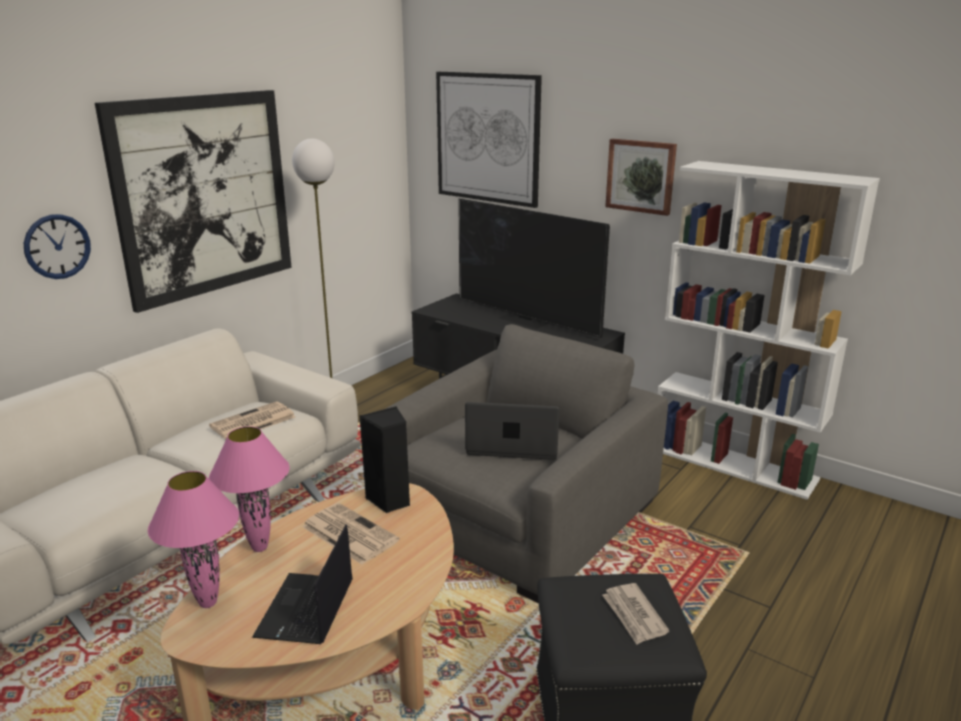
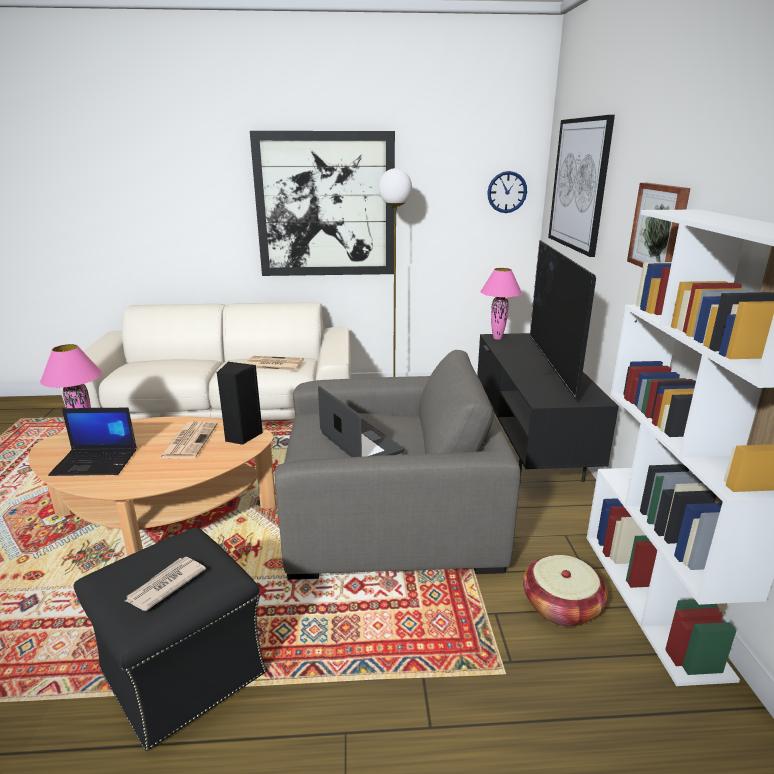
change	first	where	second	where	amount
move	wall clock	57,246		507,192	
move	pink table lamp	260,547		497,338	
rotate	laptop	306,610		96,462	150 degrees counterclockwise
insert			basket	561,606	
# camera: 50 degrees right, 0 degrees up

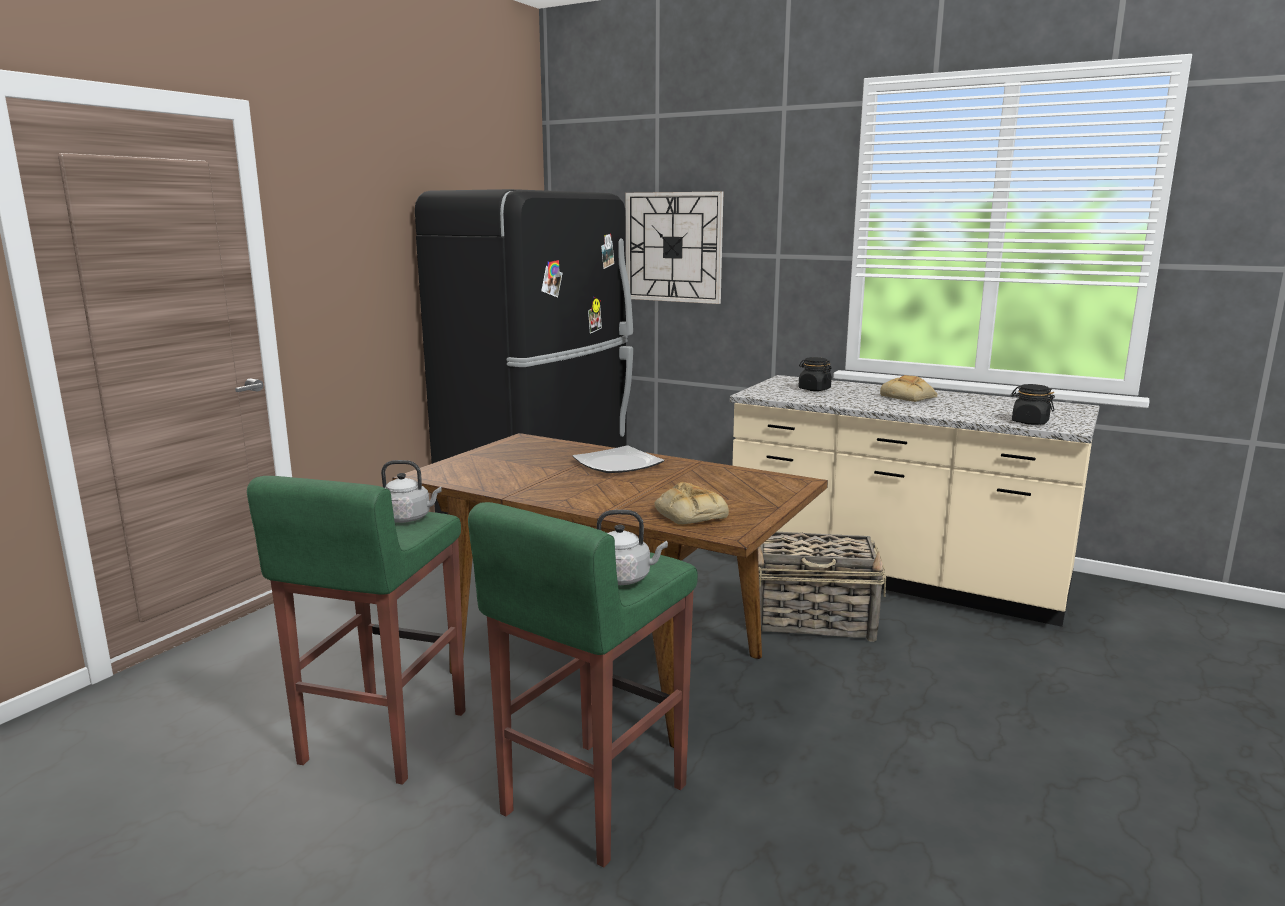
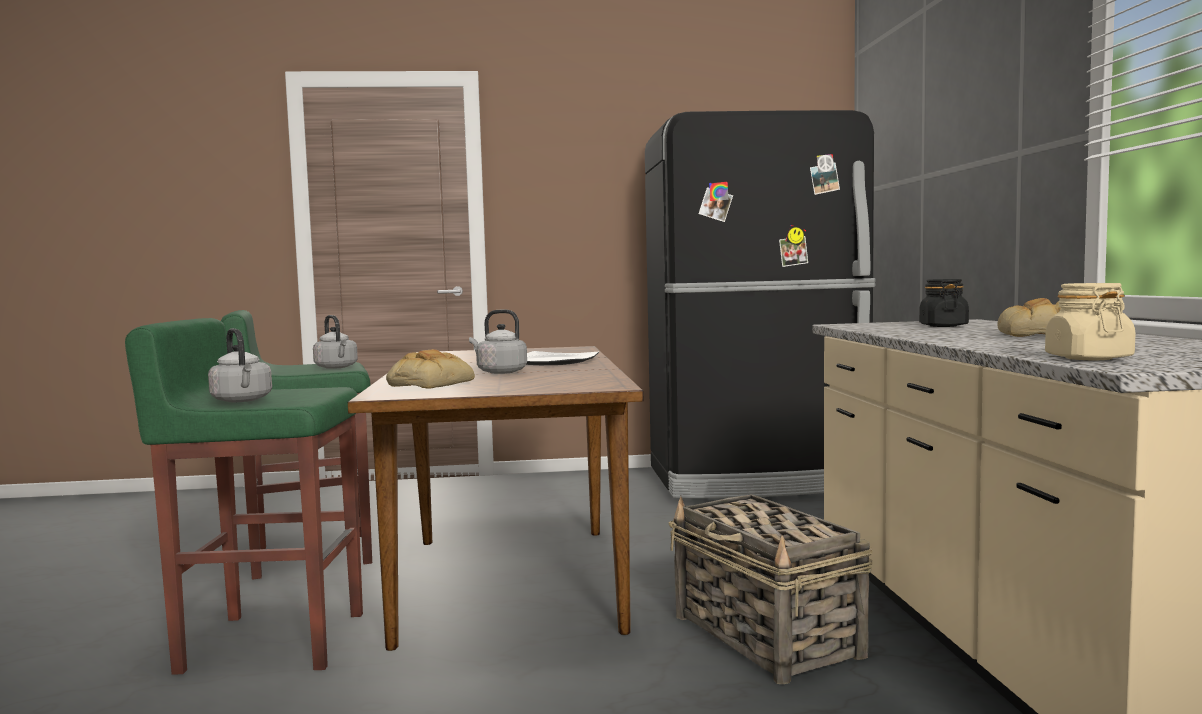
change	first	where	second	where	amount
delete	wall clock	673,247			
recolor	black jar	1029,422	beige jar	1087,358	
insert			grey kettle	499,372	
# camera: 55 degrees right, 10 degrees down

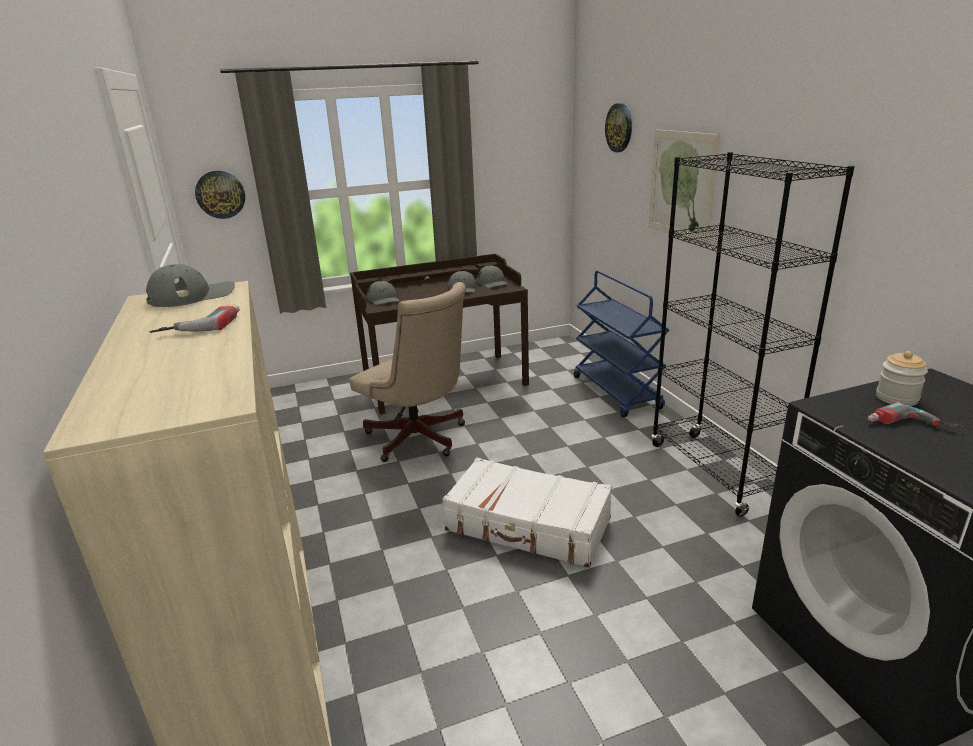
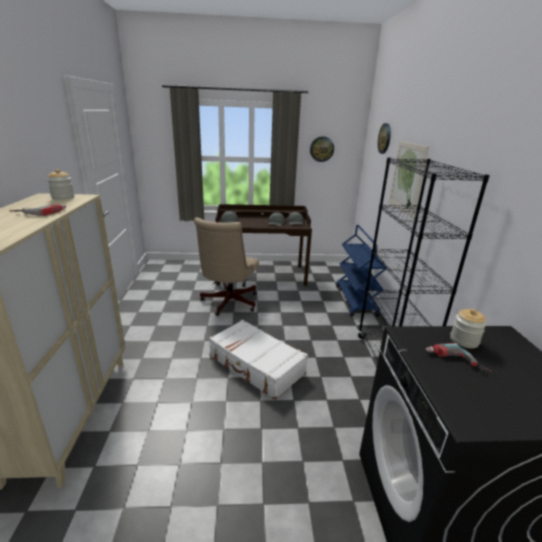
change	first	where	second	where	amount
replace	grey cap	192,295	jar	63,197	
move	wall clock	220,194		321,149	
rotate	beige office chair	419,440		228,303	45 degrees clockwise
# camera: 15 degrees right, 0 degrees up

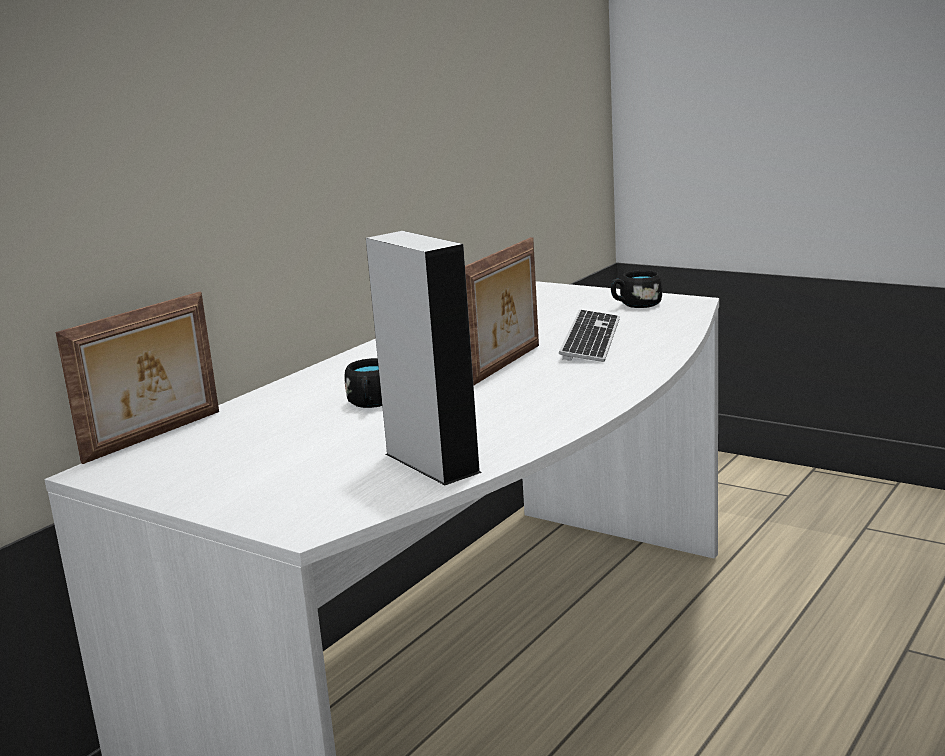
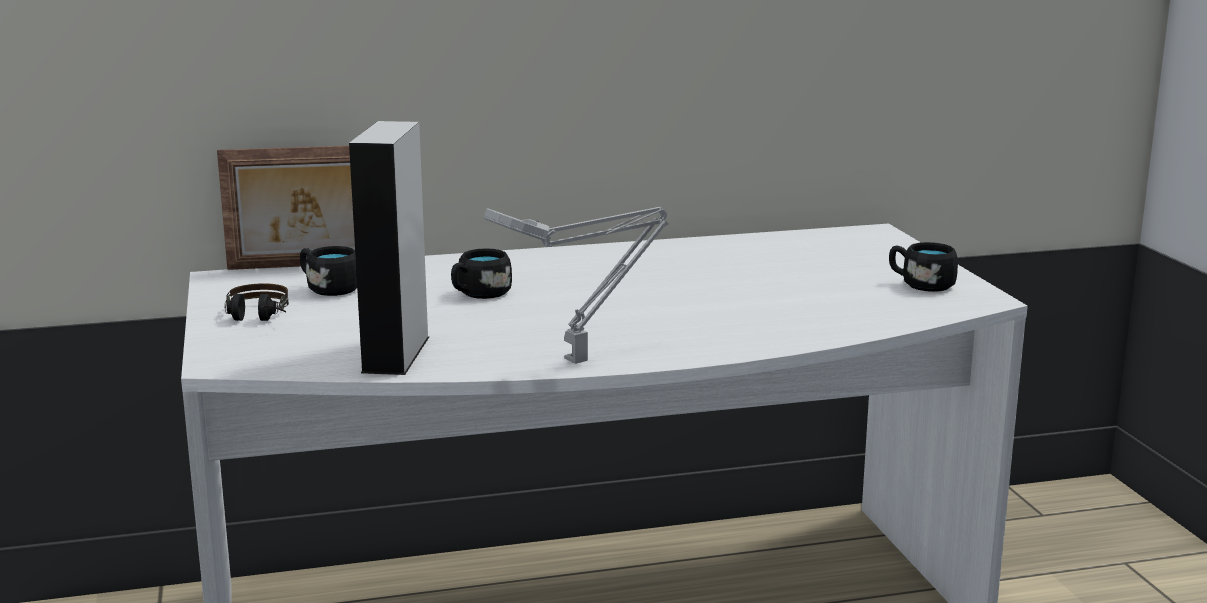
change	first	where	second	where	amount
delete	picture frame	507,366			
delete	keyboard	591,339			
insert			headphones	257,319	
insert			black mug	328,288	
insert			grey table lamp	581,360	
# camera: 40 degrees right, 0 degrees up

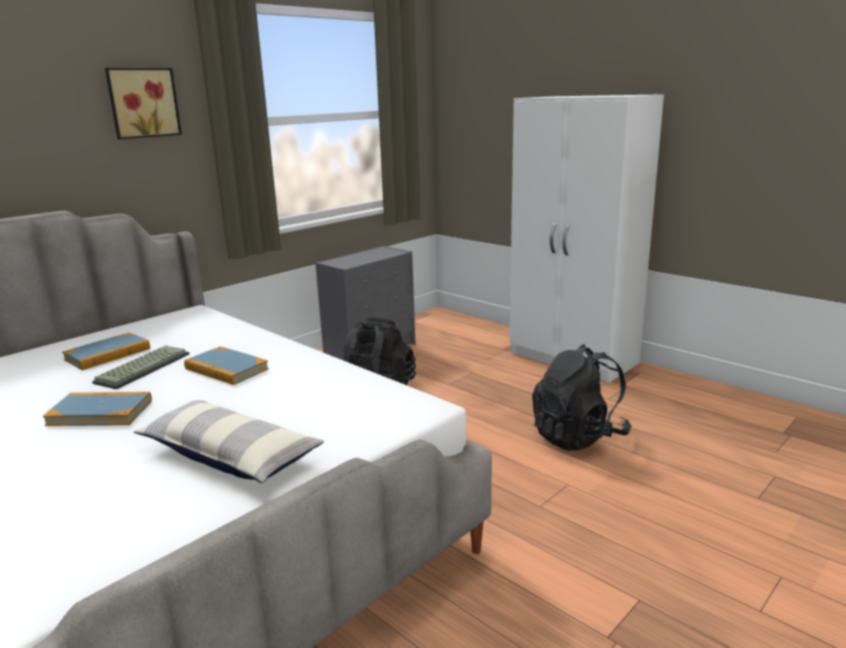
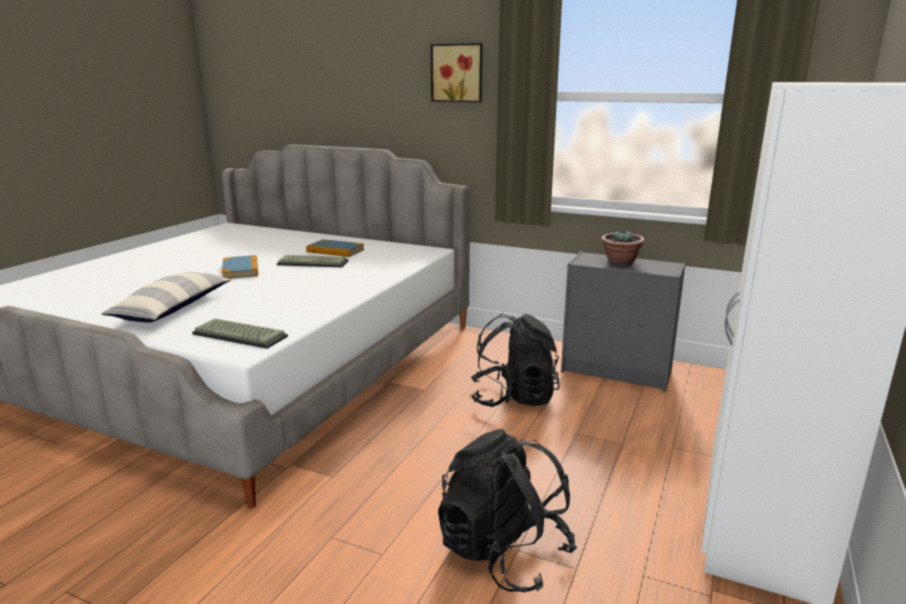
change	first	where	second	where	amount
delete	book	226,369			
insert			keyboard	242,335	
insert			potted plant	620,263	
# camera: 70 degrees right, 0 degrees up

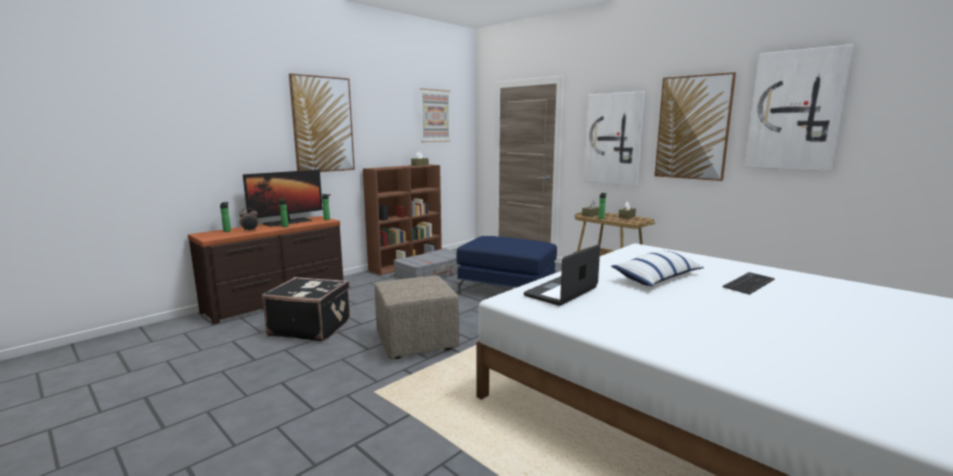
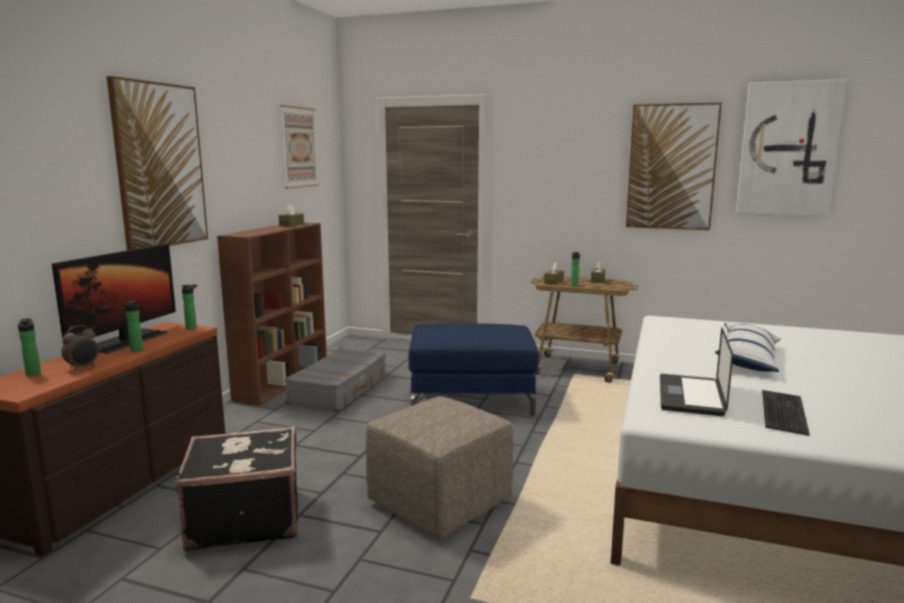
change	first	where	second	where	amount
delete	picture	613,139			
move	keyboard	749,283		784,412	
# camera: 25 degrees left, 0 degrees up

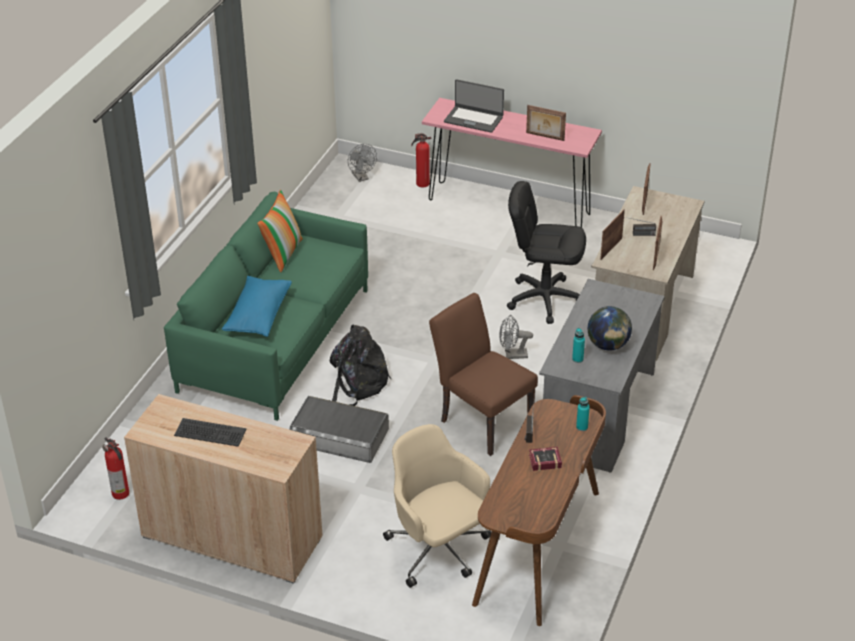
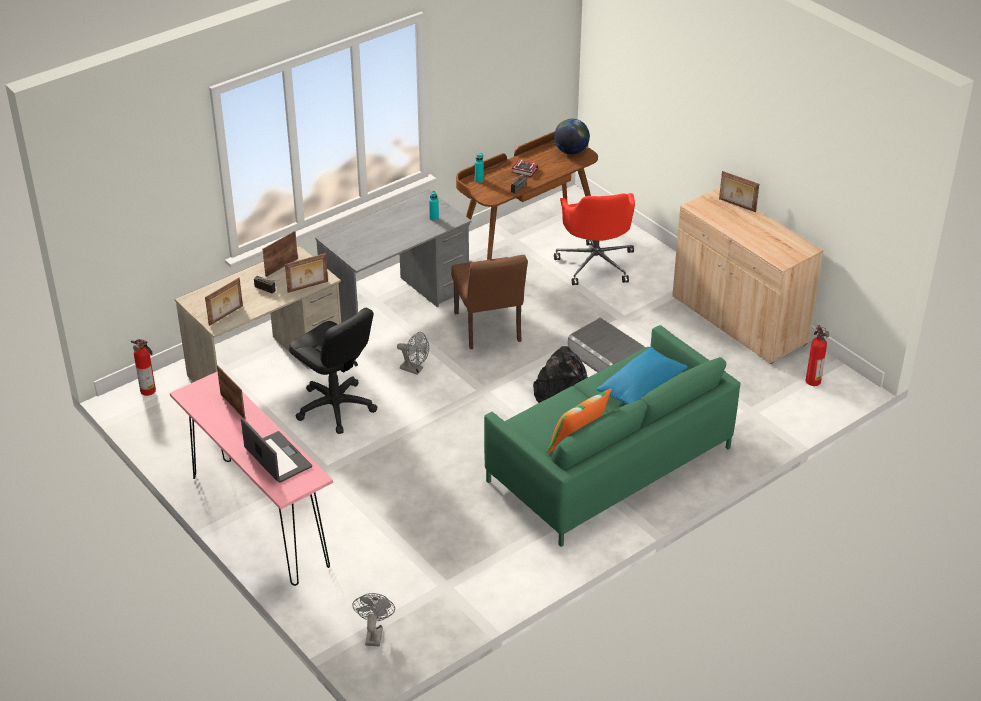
change	first	where	second	where	amount
delete	keyboard	210,433			
recolor	beige office chair	438,550	red office chair	595,263	
move	fire extinguisher	421,183		149,391	
move	globe	608,345		571,152	
insert			picture frame	737,205	
# camera: 150 degrees left, 0 degrees up

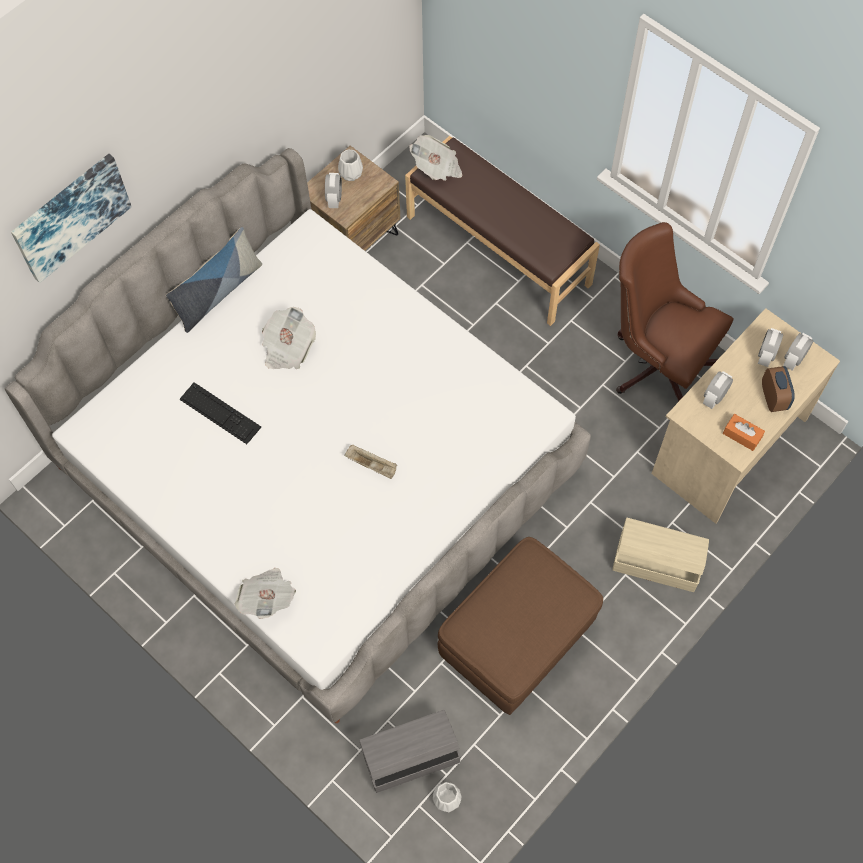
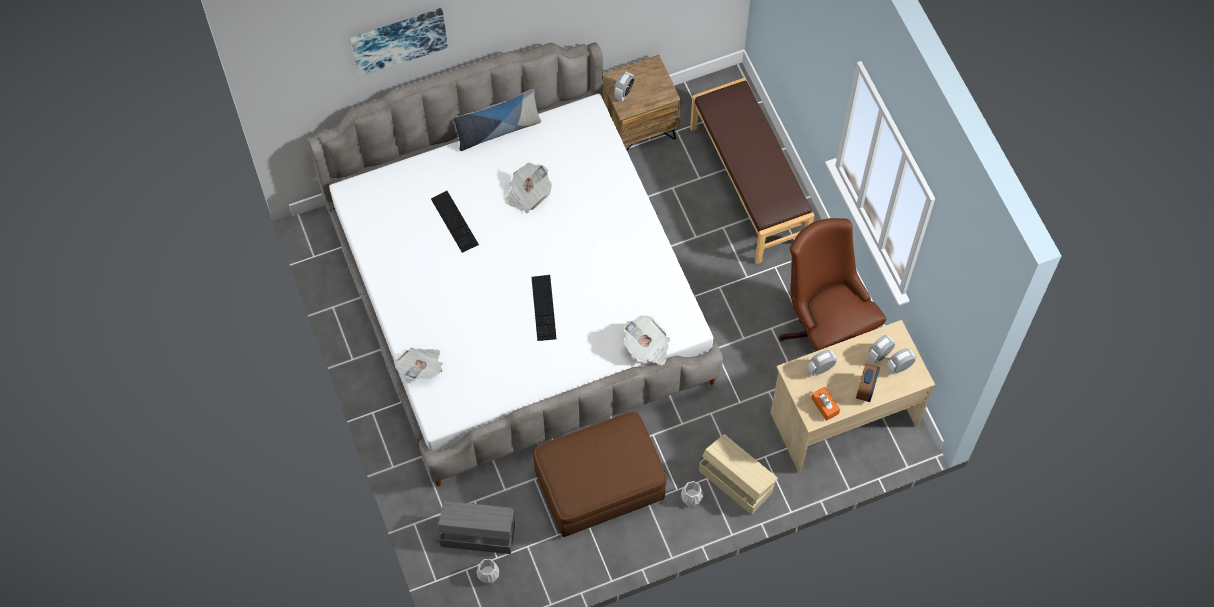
change	first	where	second	where	amount
move	white vase	351,173		691,497	
replace	beige tray	372,465	keyboard	543,307	
move	newspaper	437,168		647,347	
# camera: 25 degrees right, 0 degrees up

